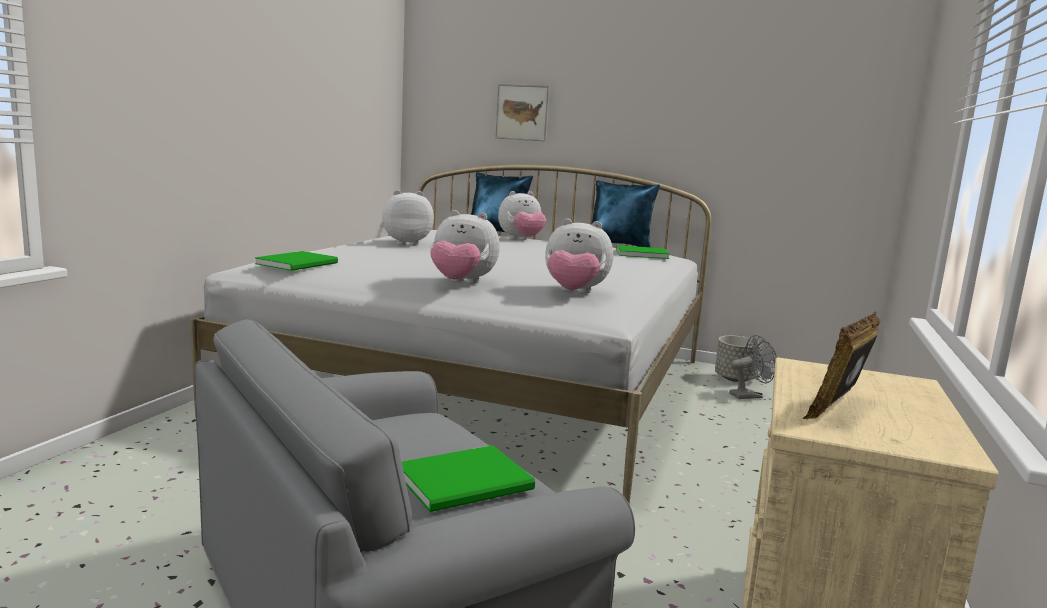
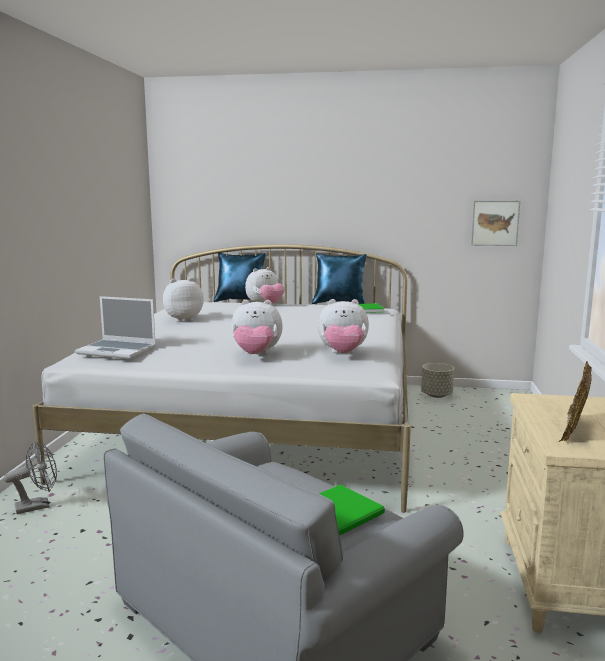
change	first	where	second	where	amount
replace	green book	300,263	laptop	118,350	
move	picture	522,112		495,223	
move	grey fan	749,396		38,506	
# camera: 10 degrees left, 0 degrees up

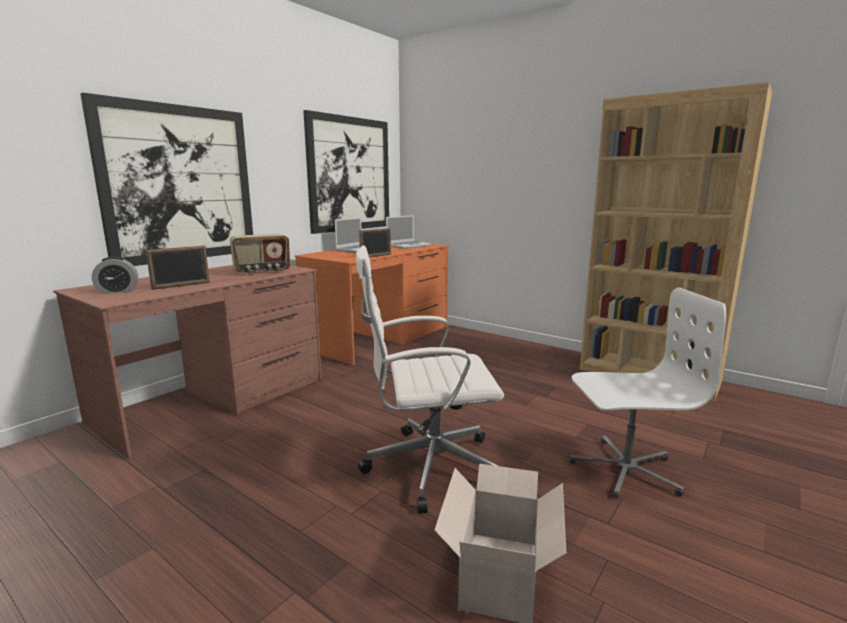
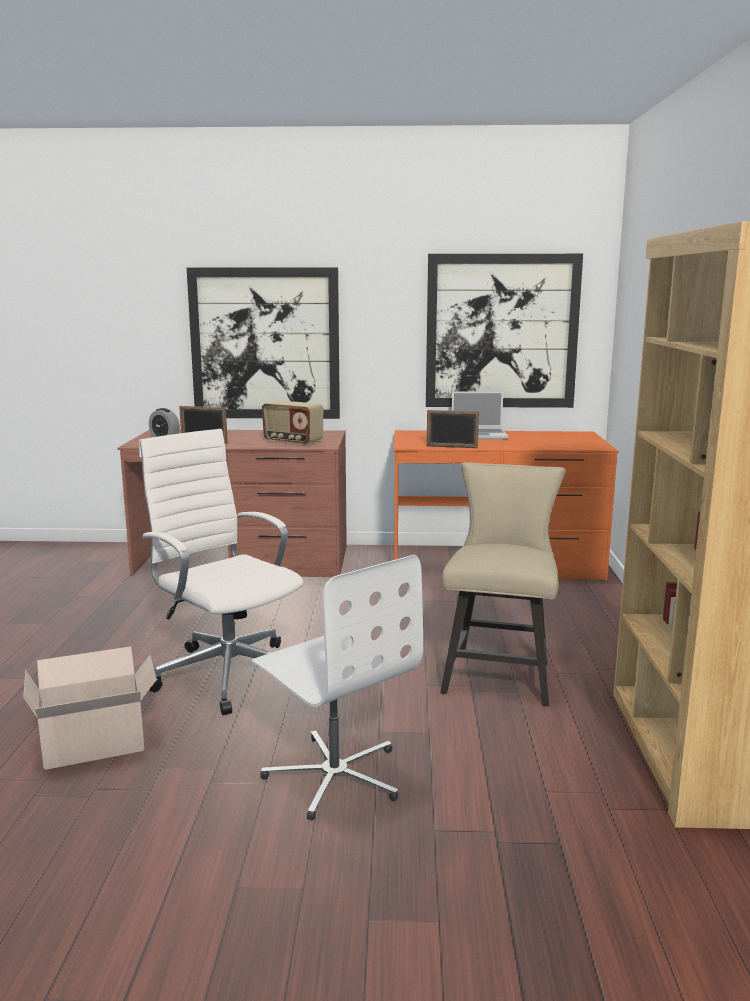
change	first	where	second	where	amount
delete	laptop	408,246			
insert			beige chair	499,674	
# camera: 55 degrees right, 0 degrees up

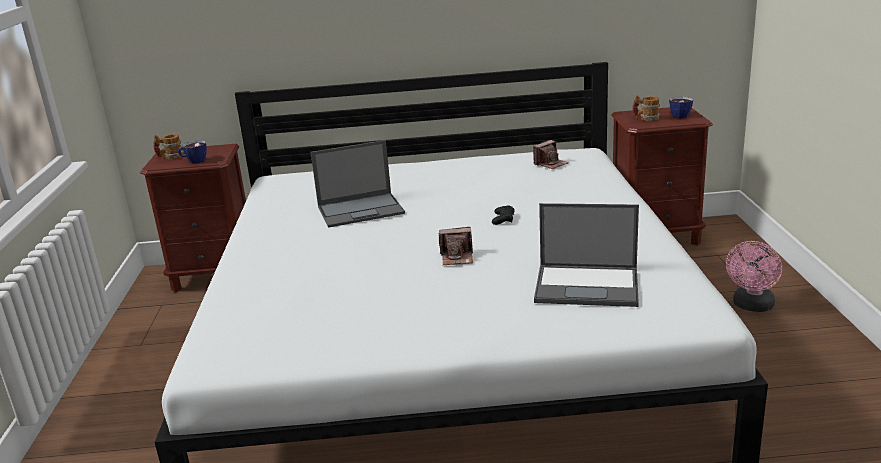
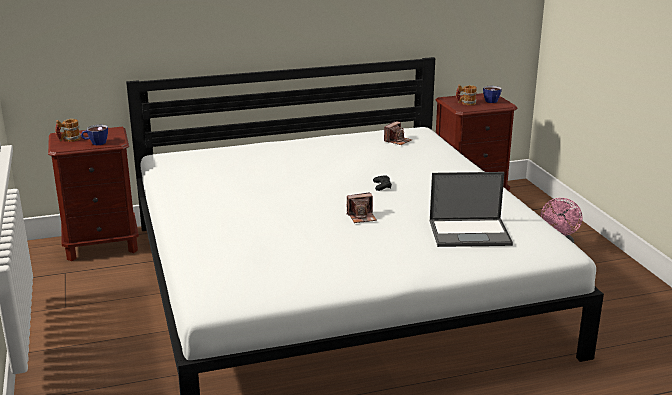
change	first	where	second	where	amount
delete	laptop	361,210			
# camera: 15 degrees left, 0 degrees up

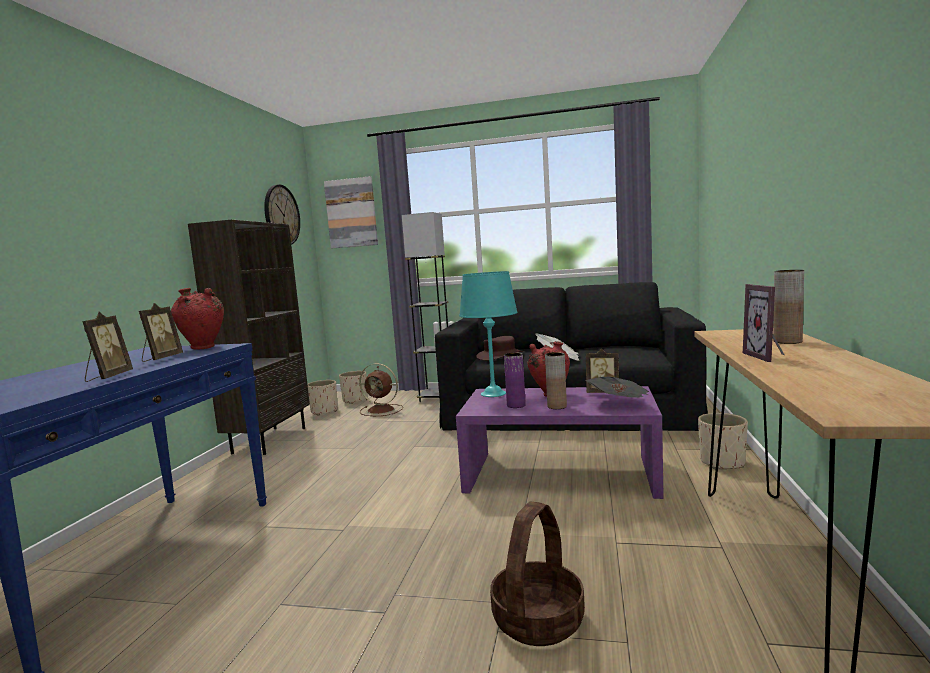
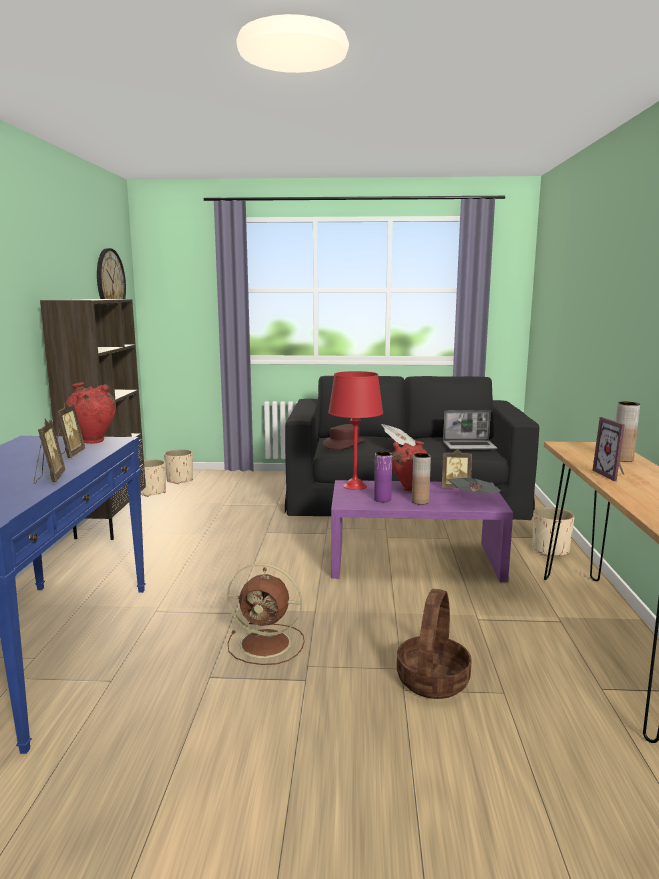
change	first	where	second	where	amount
delete	picture	351,213			
move	brown fan	382,410		267,644	
delete	grey floor lamp	436,398			
recolor	turquoise table lamp	493,393	red table lamp	355,486	
insert			laptop	470,446	
# camera: 10 degrees left, 5 degrees up

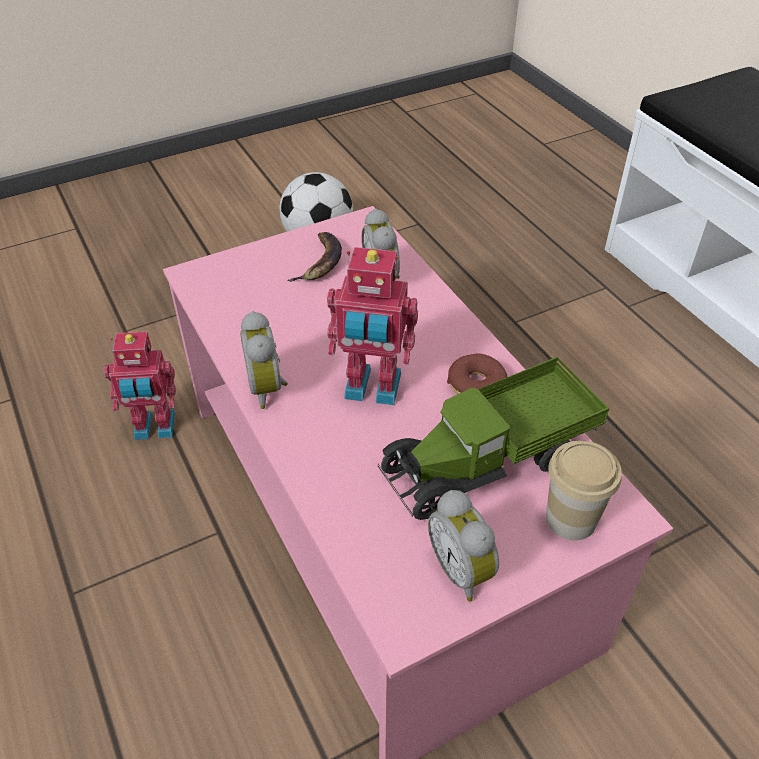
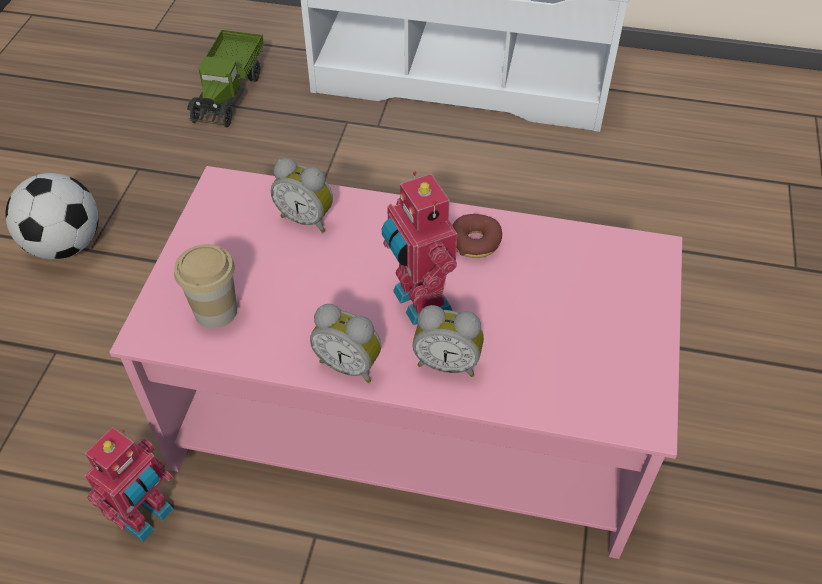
change	first	where	second	where	amount
delete	banana	319,261			
rotate	toy robot	372,389		418,302	105 degrees clockwise
move	toy truck	490,461		229,93	
move	alarm clock	463,569		447,362	
move	cup	571,519		216,311	
# camera: 50 degrees left, 5 degrees up

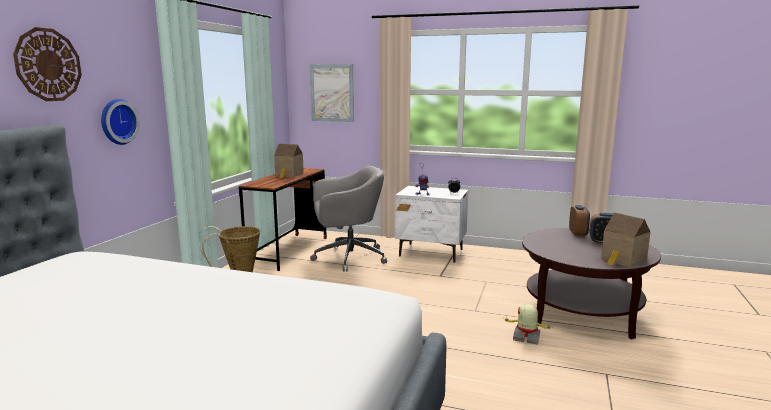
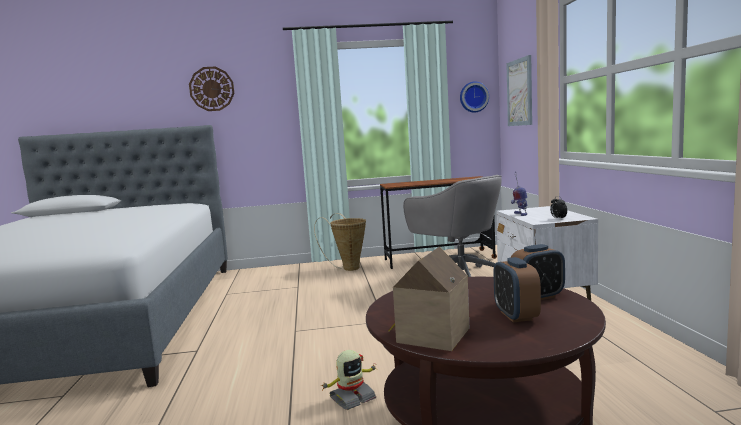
change	first	where	second	where	amount
move	wall clock	117,121		473,97	
delete	toy house	289,175			
rotate	toy robot	526,338		352,398	60 degrees clockwise
# camera: 65 degrees right, 5 degrees down

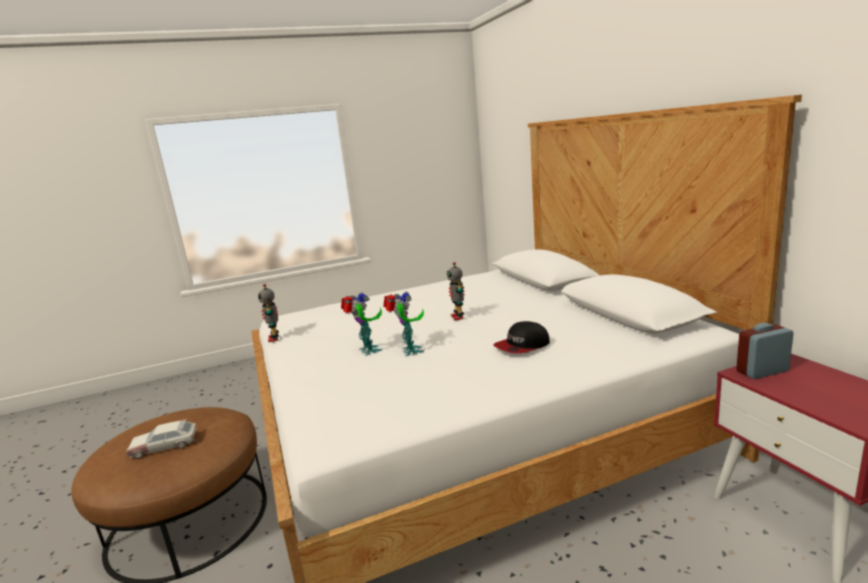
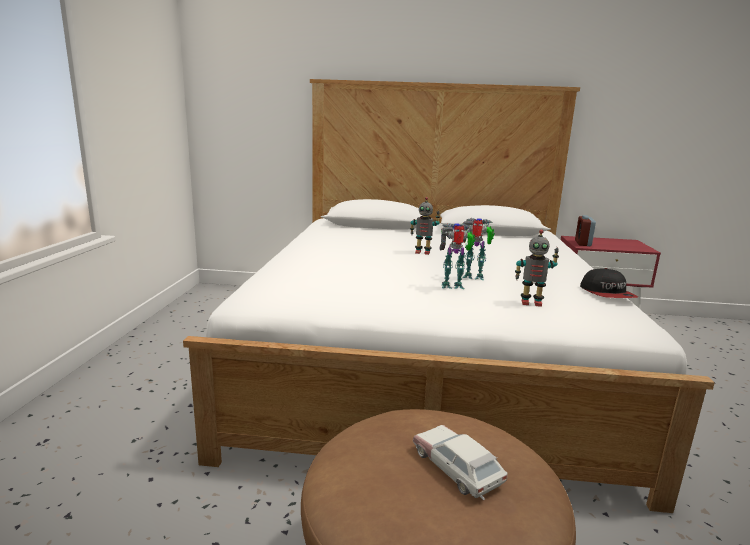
change	first	where	second	where	amount
rotate	toy car	165,445		457,468	135 degrees clockwise
move	toy robot	275,338		531,303	
move	cap	522,346		607,293	
# camera: 65 degrees left, 0 degrees up

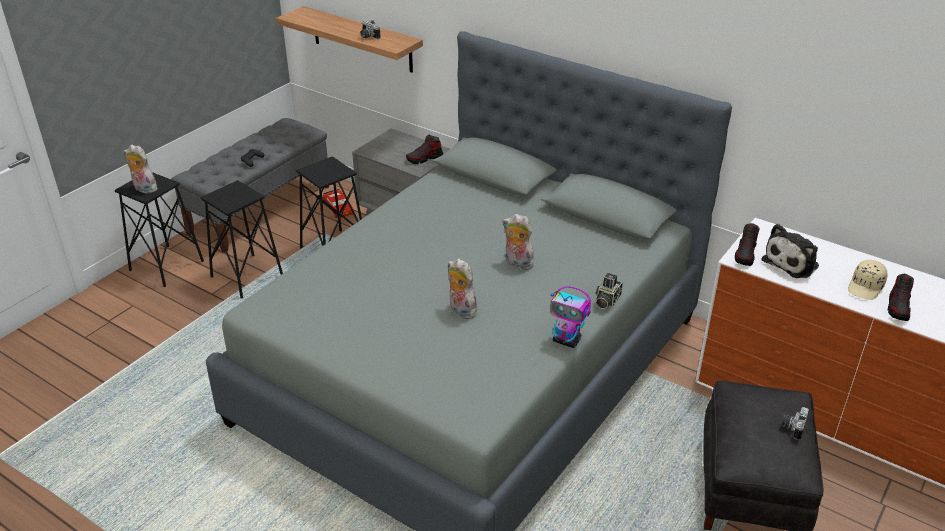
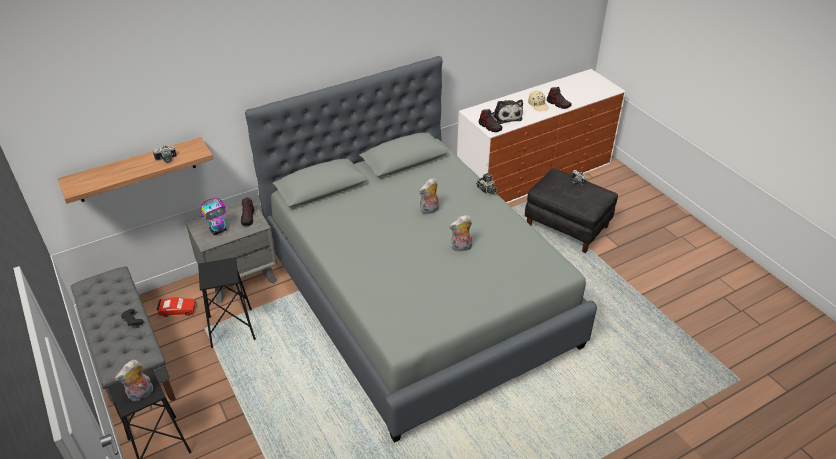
change	first	where	second	where	amount
delete	black stool	247,276			
move	toy robot	567,341		218,230	
# camera: 65 degrees left, 5 degrees up

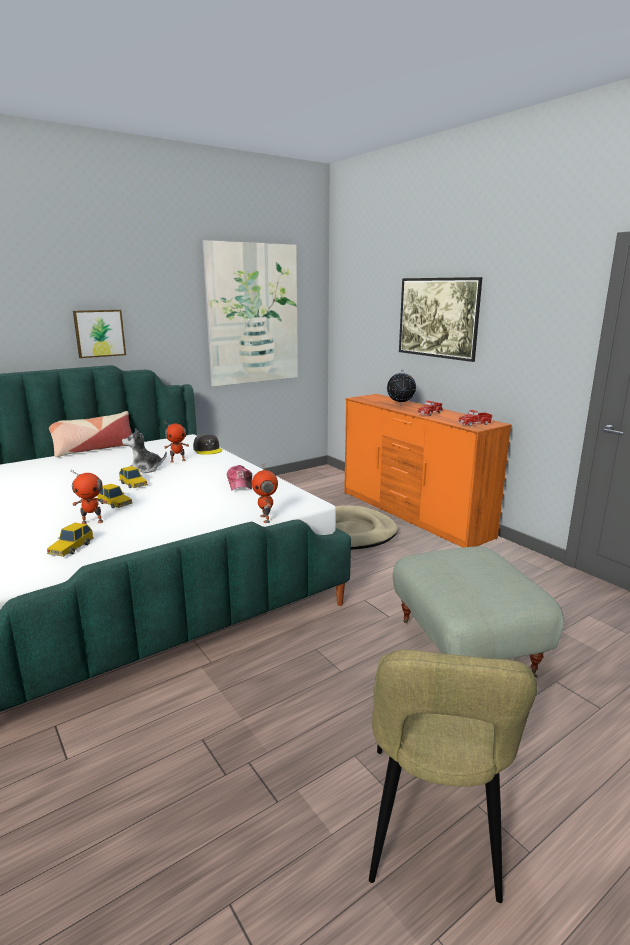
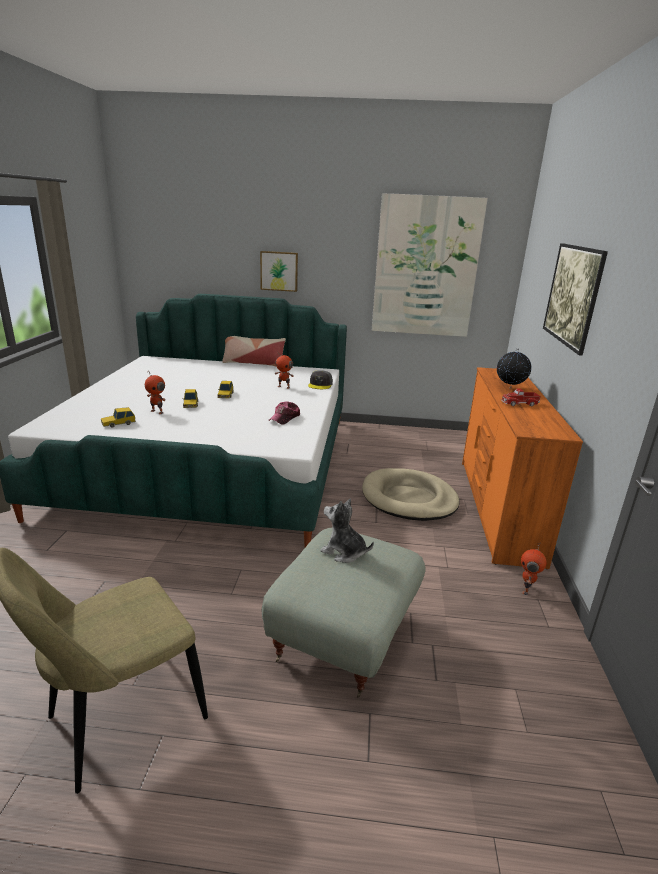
change	first	where	second	where	amount
move	plush toy	144,469		344,552	
move	toy robot	266,519		527,589	
delete	toy truck	474,424			
# camera: 40 degrees right, 5 degrees up

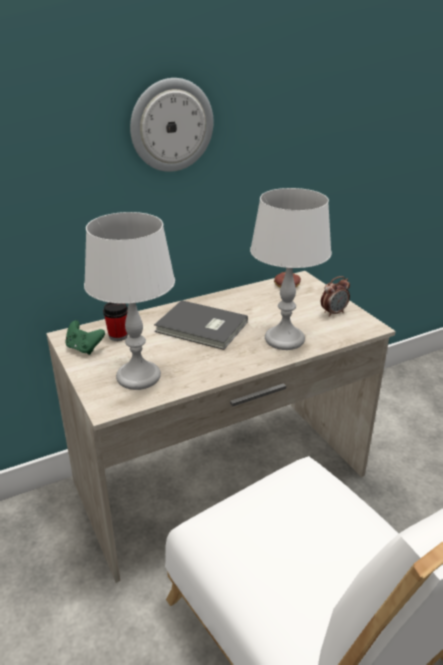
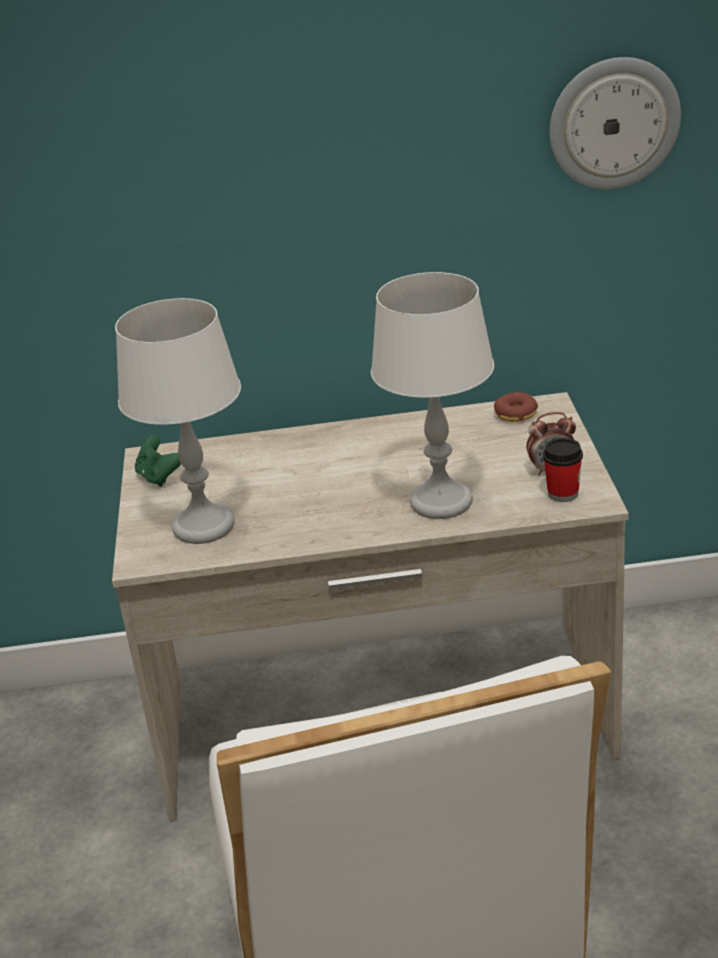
change	first	where	second	where	amount
move	cup	118,336		563,493	
move	wall clock	171,125		613,123	
delete	grey book	201,328			
# camera: 25 degrees right, 0 degrees up

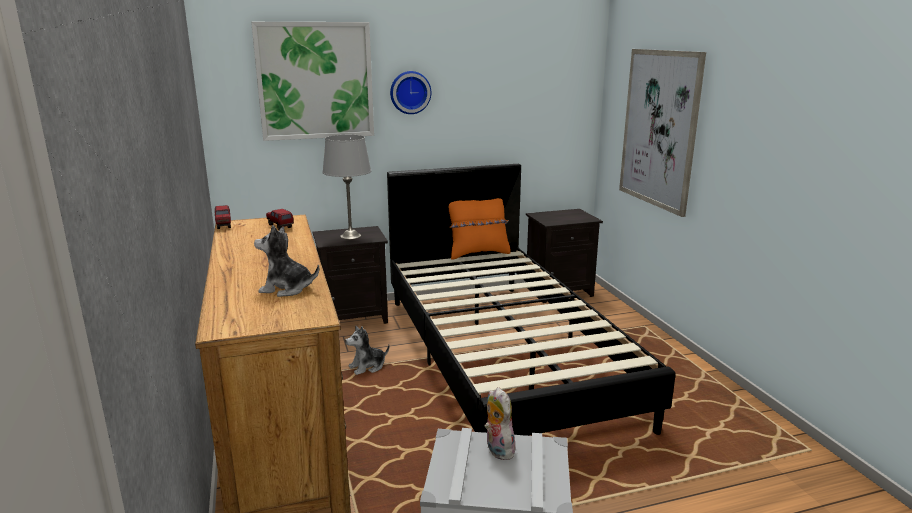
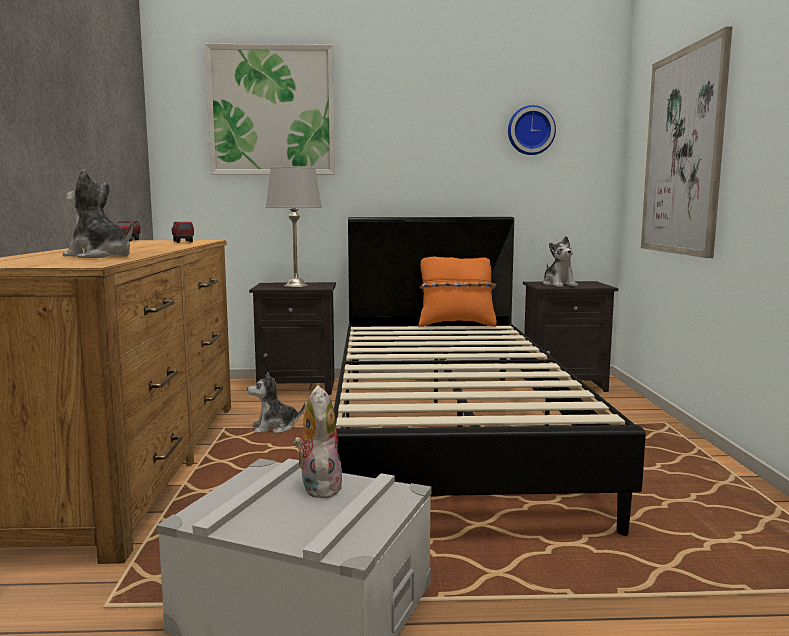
change	first	where	second	where	amount
move	wall clock	410,92		530,130	
insert			plush toy	559,285	
# camera: 15 degrees right, 10 degrees down

